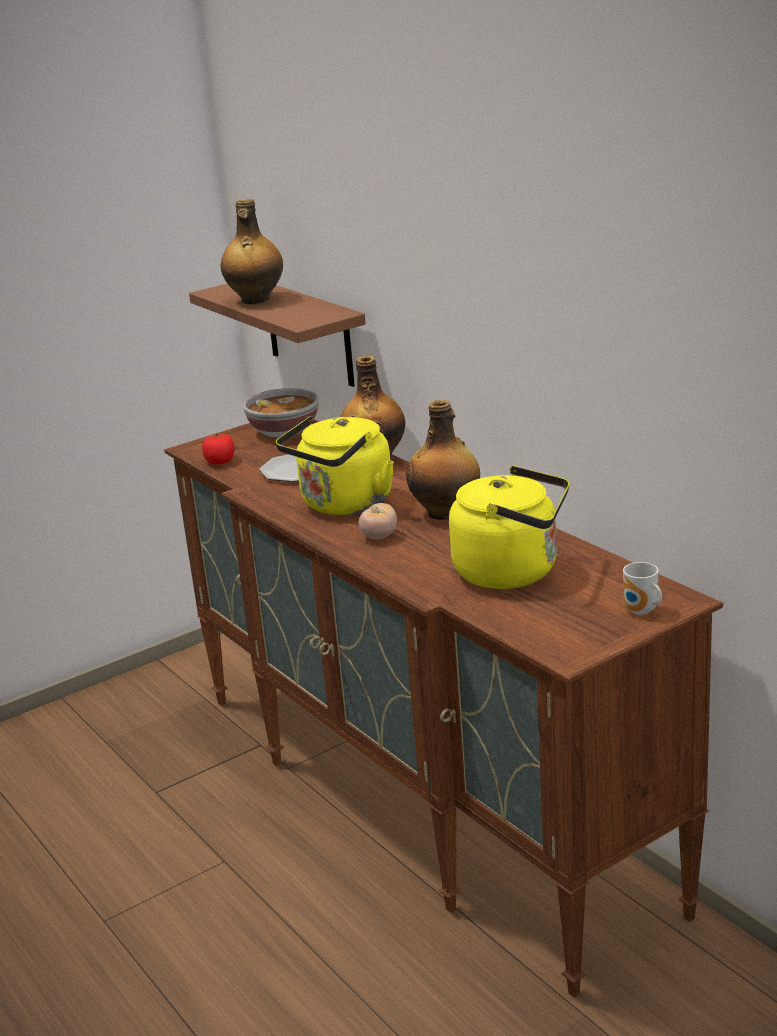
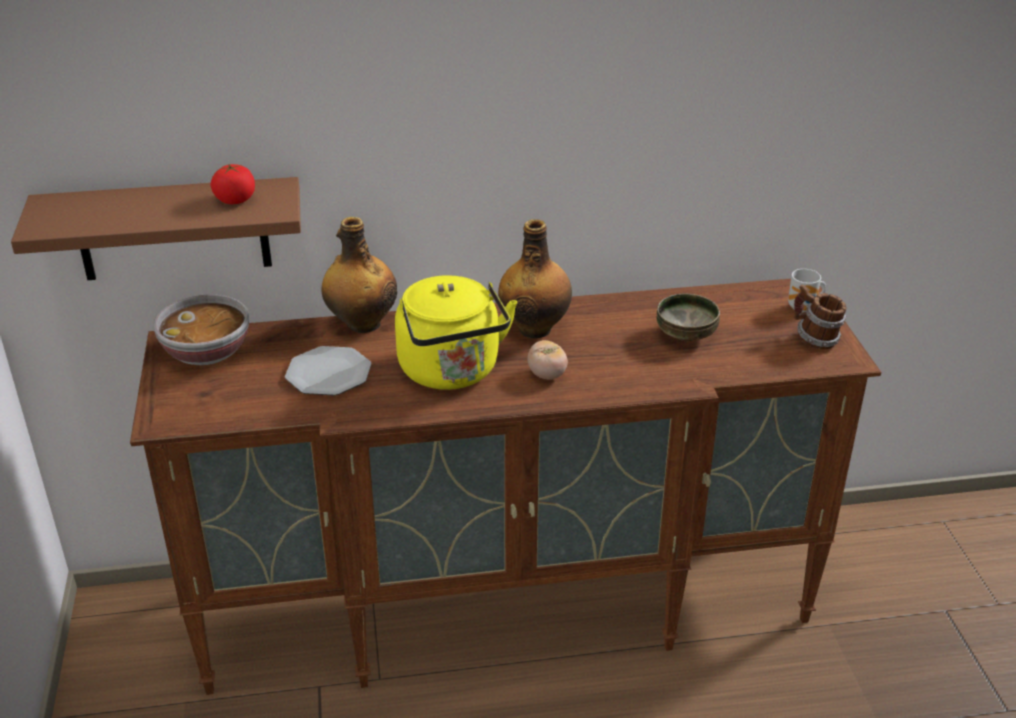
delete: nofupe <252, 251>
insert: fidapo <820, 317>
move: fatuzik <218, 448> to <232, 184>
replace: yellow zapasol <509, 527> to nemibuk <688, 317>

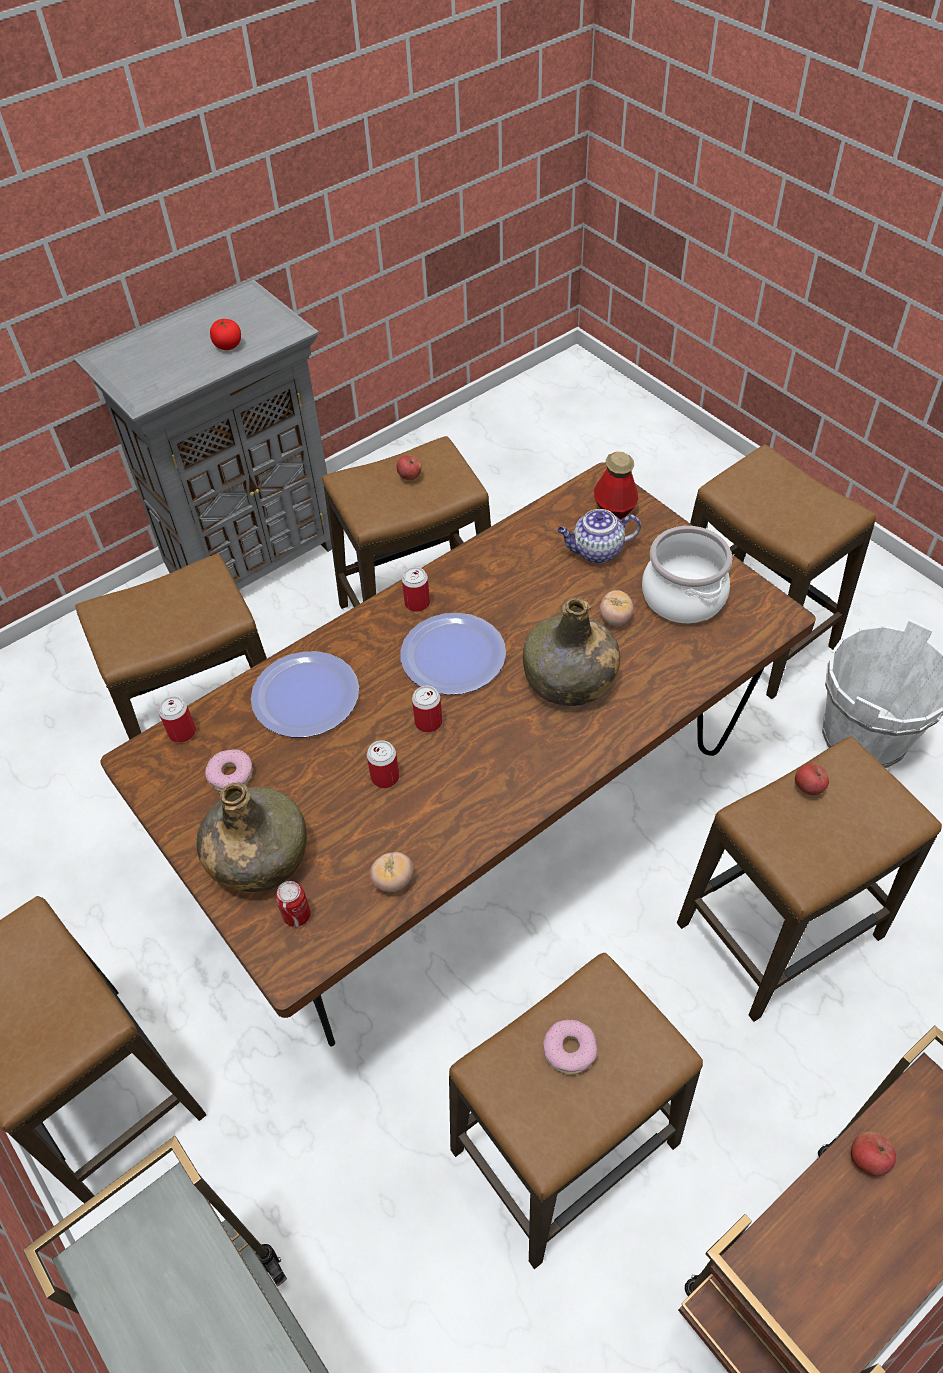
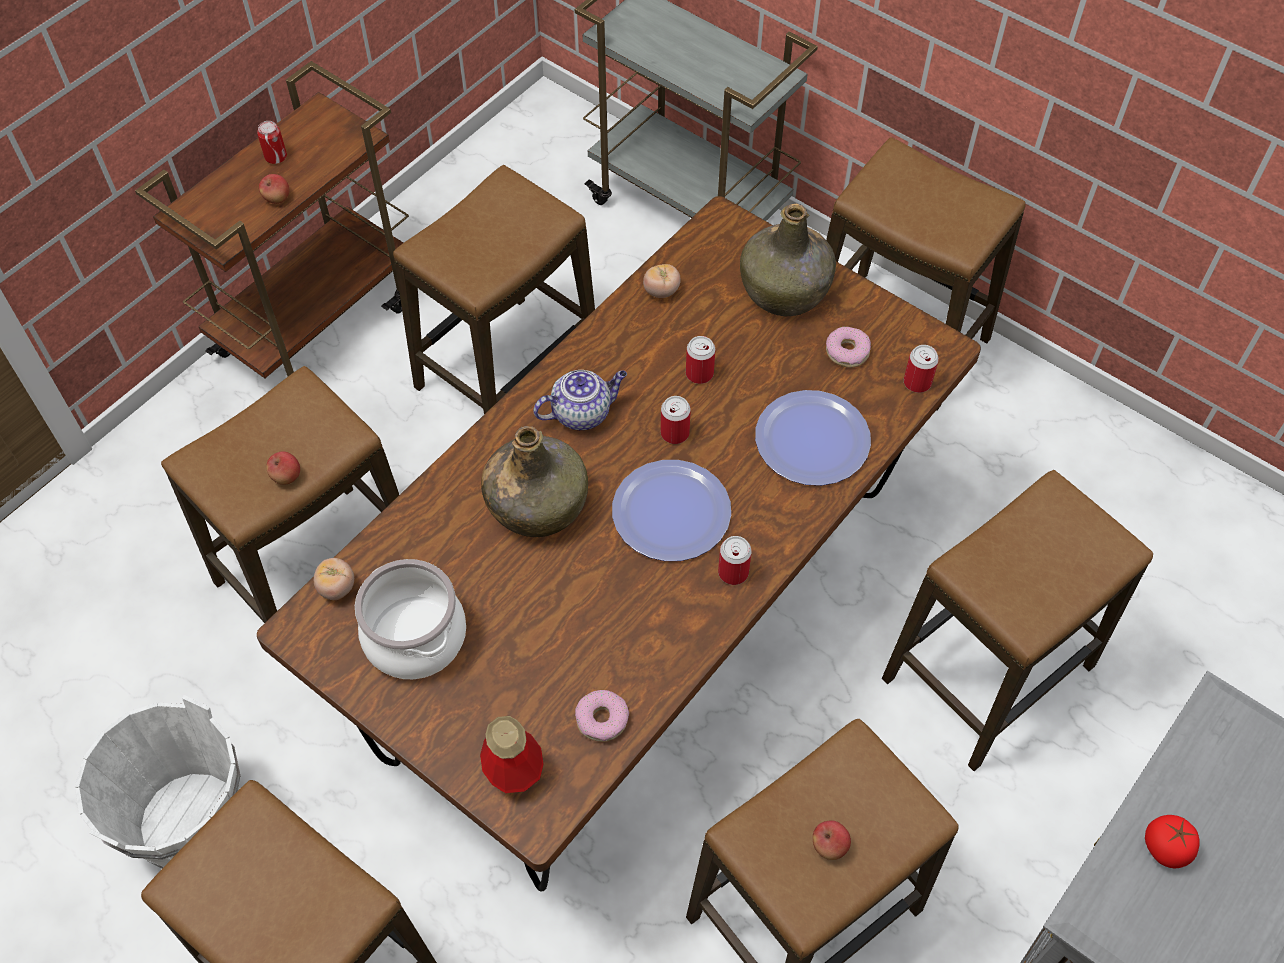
move: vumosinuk <293, 904> to <272, 142>; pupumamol <570, 1047> to <602, 716>; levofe <599, 536> to <580, 400>; fatuzik <617, 608> to <334, 579>

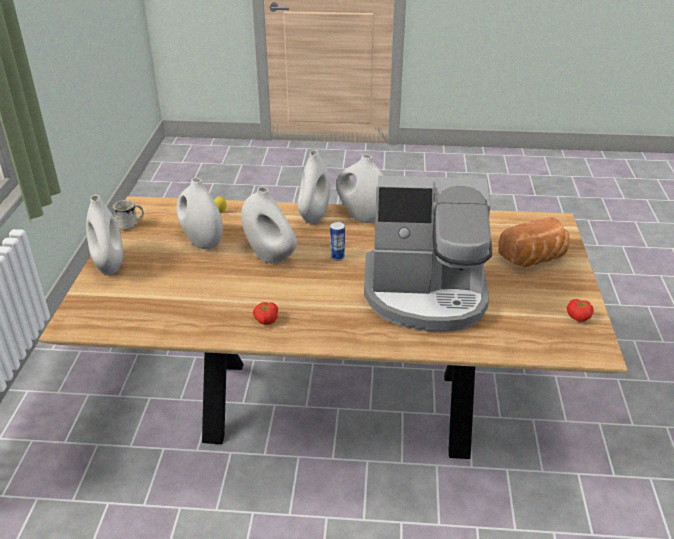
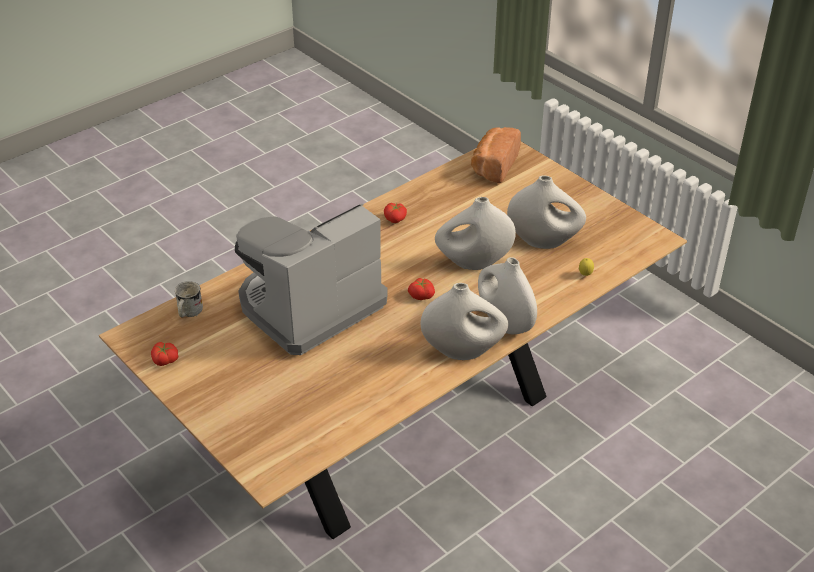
delete: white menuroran <104, 235>
move: white fidapo <128, 215> to <189, 299>; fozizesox <534, 242> to <496, 155>
replace: vumosinuk <337, 241> to fatuzik <421, 289>

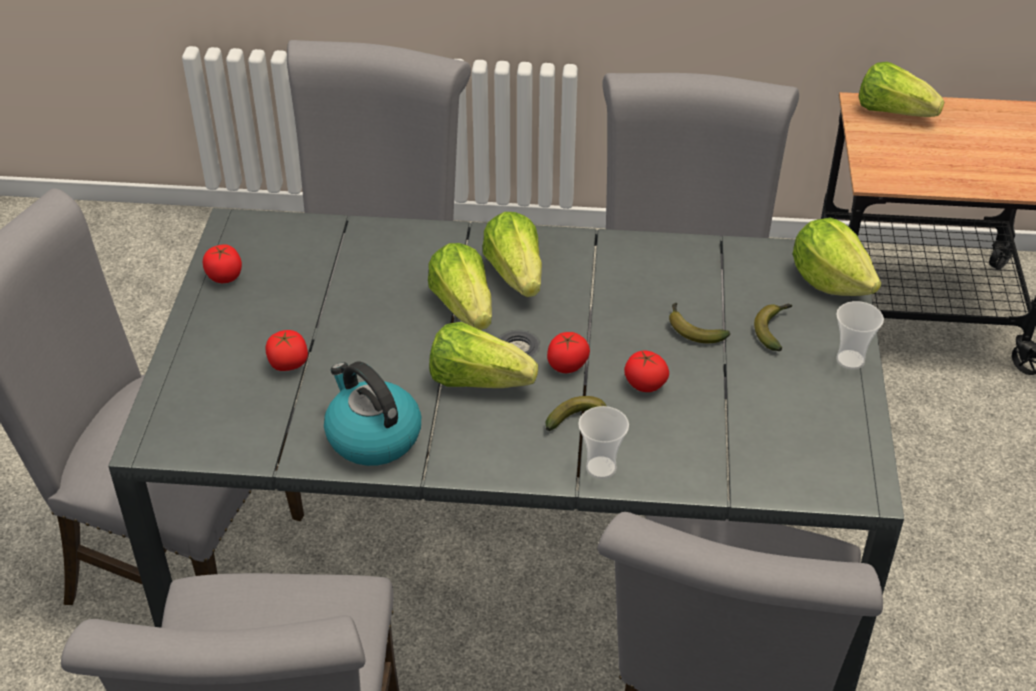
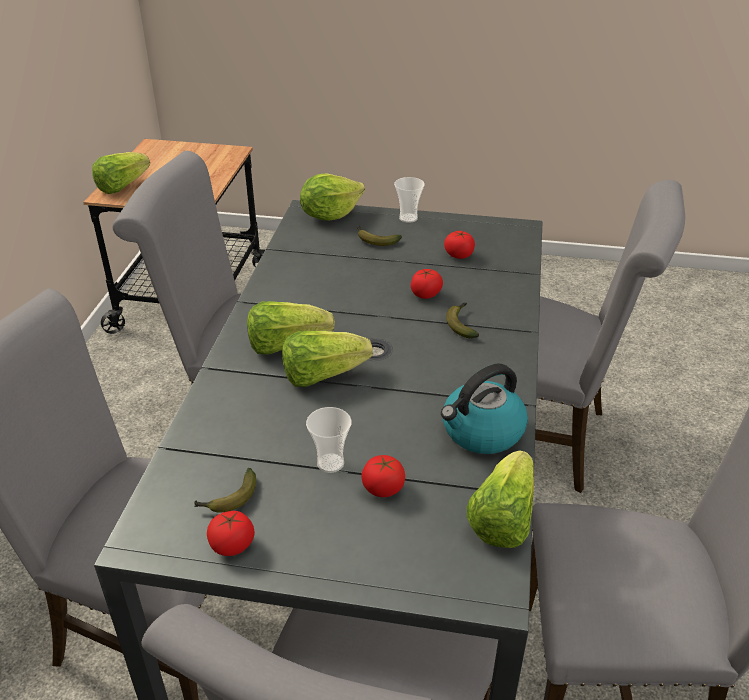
move: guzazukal <483, 355> to <500, 499>; fatuzik <568, 352> to <459, 245>; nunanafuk <603, 442> to <328, 440>; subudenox <699, 322> to <225, 490>

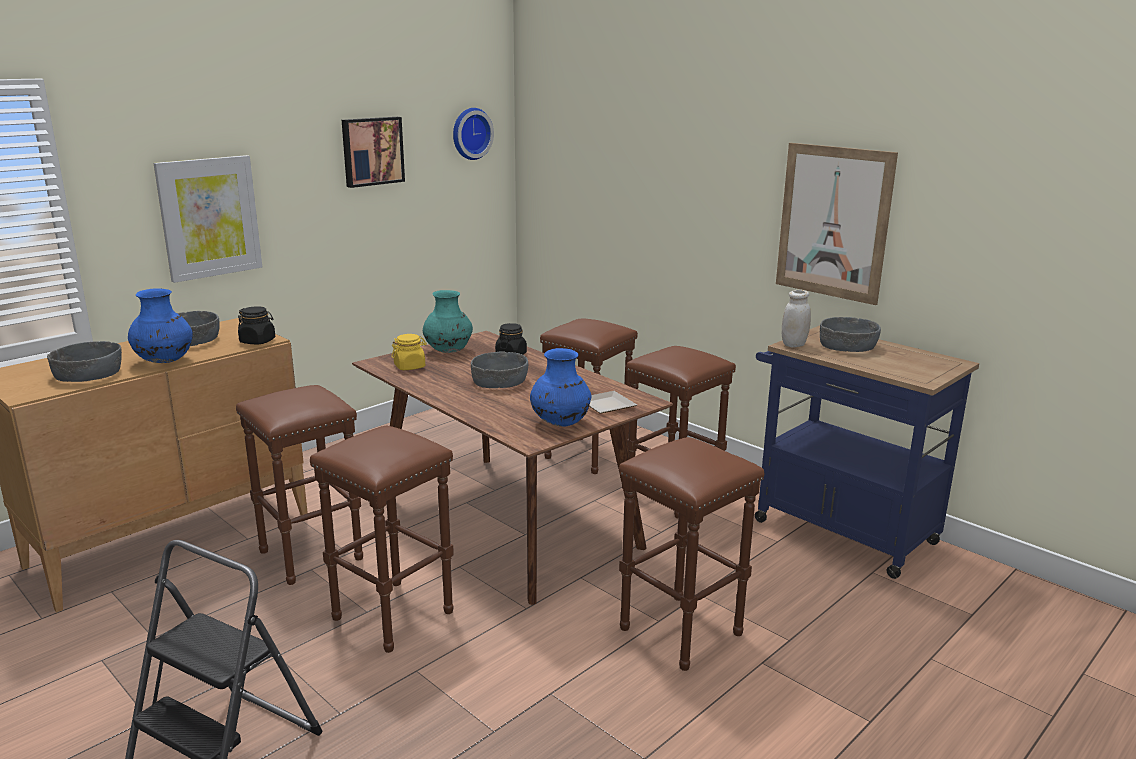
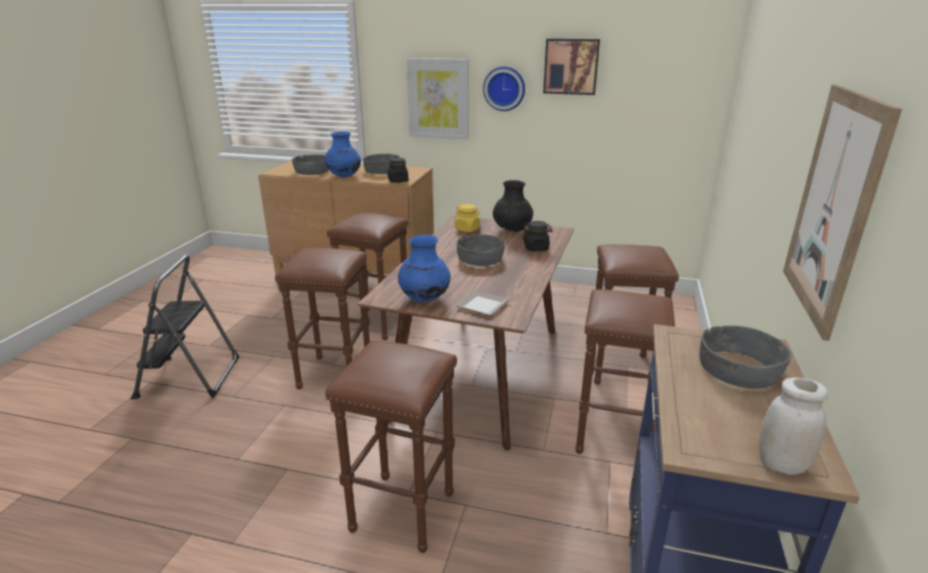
move: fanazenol <473, 134> to <504, 88>; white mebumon <796, 319> to <793, 426>
recolor: turquoise menuroran <448, 321> to black menuroran <513, 206>

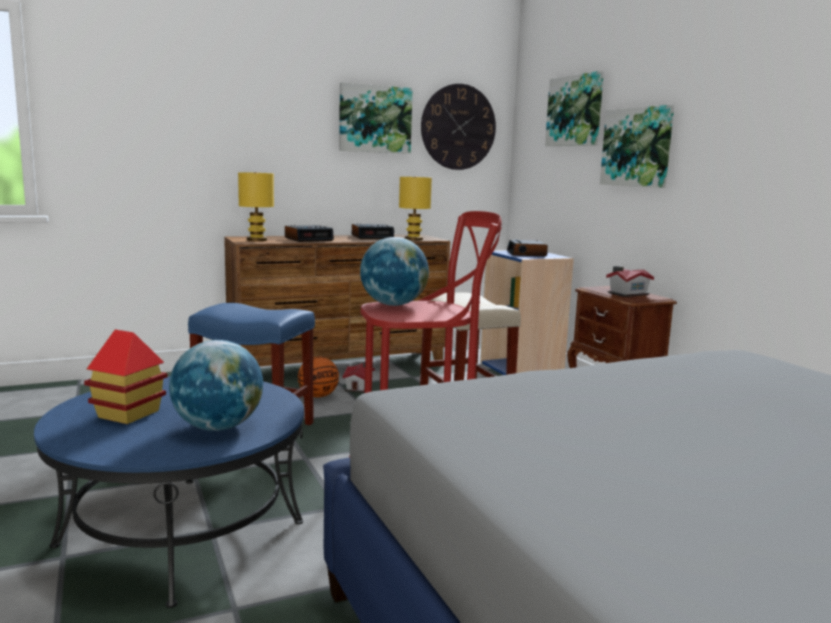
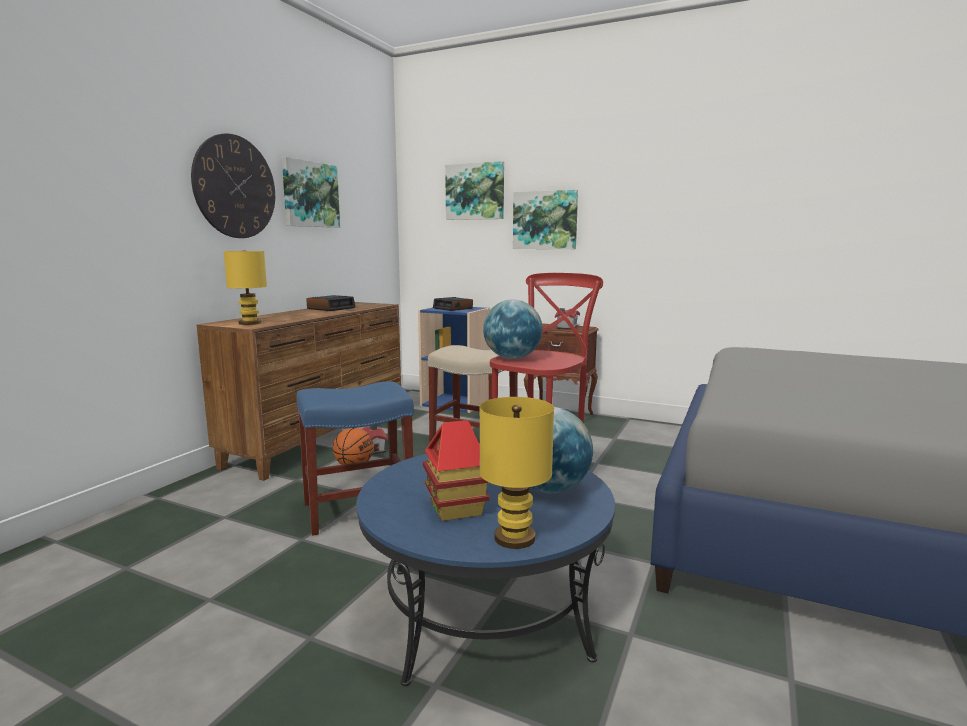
delete: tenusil <309, 233>
move: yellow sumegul <415, 208> to <516, 473>; fanazenol <458, 127> to <233, 185>

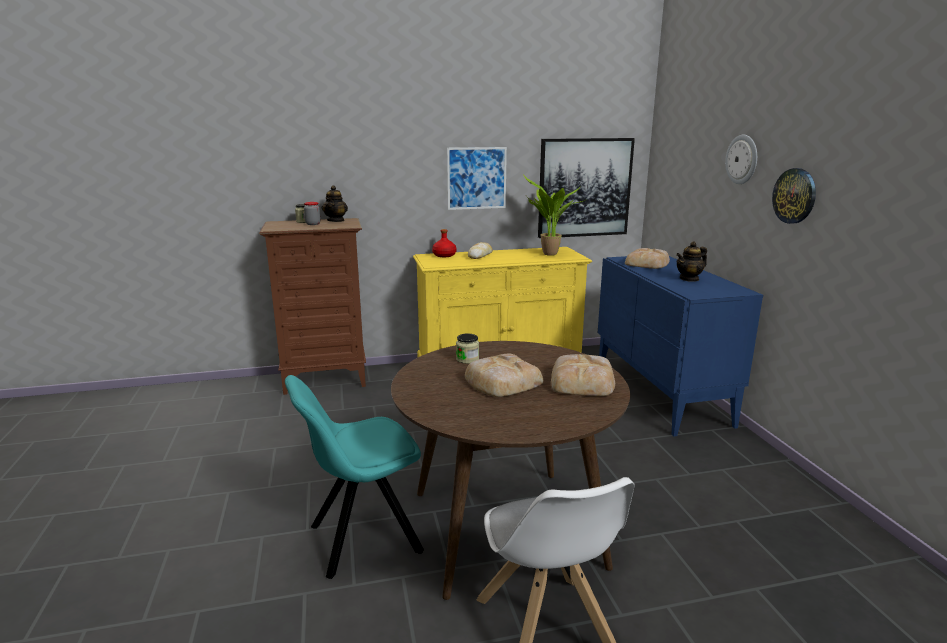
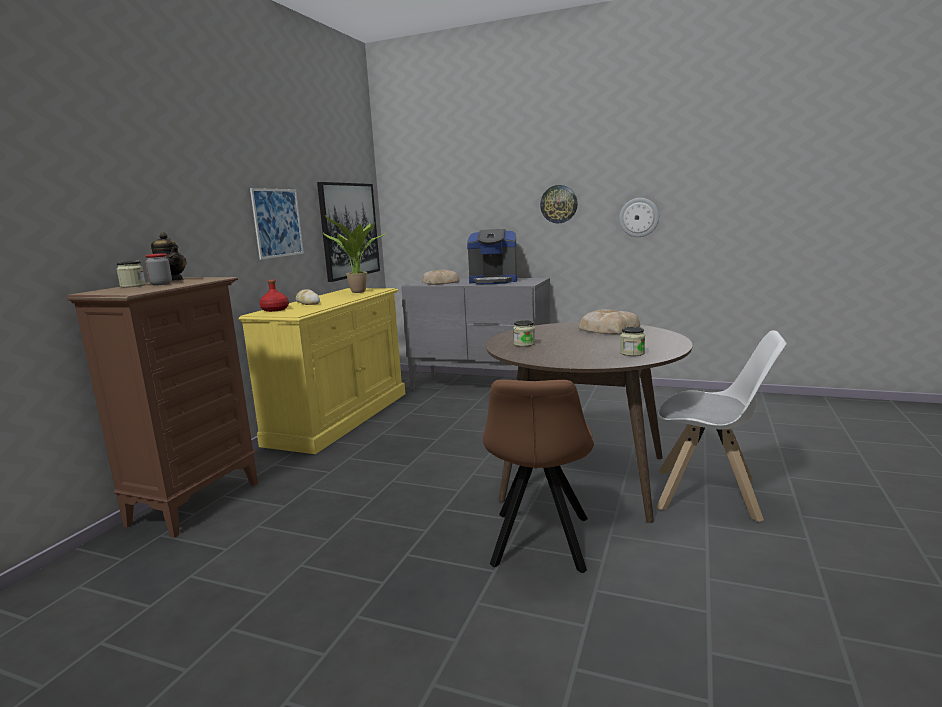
delete: fozizesox <504, 375>
insert: mebumon <632, 341>
move: fanazenol <741, 159> to <639, 217>
replace: levofe <691, 261> to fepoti <492, 257>
recolor: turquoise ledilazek <354, 477> to brown ledilazek <538, 476>; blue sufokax <680, 346> to grey sufokax <476, 333>

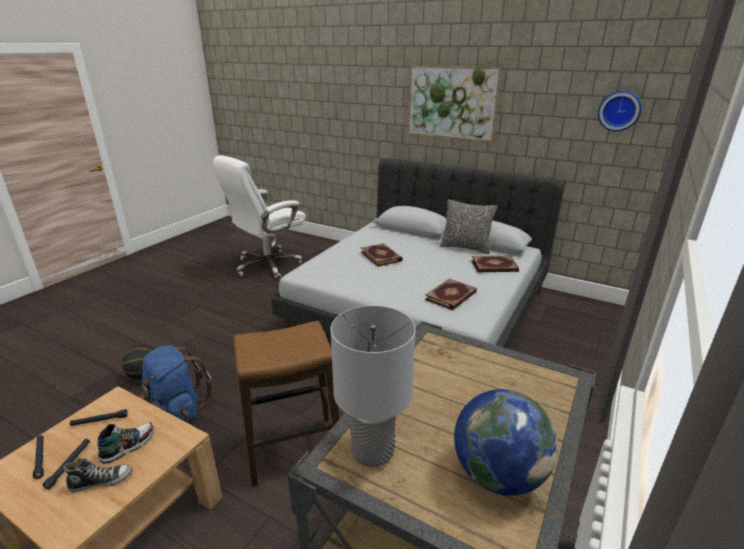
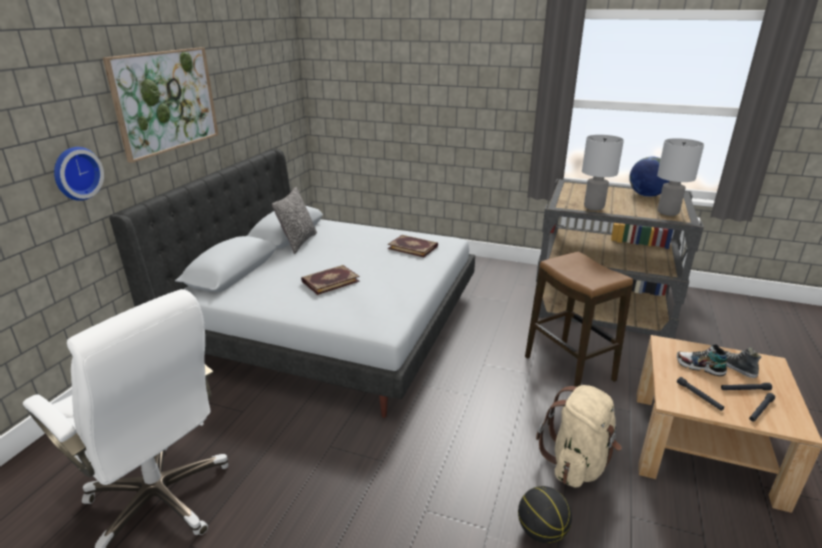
delete: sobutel <495, 264>
insert: grey sumegul <603, 173>
move: fanazenol <620, 111> to <79, 174>
recolor: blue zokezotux <175, 384> to beige zokezotux <579, 436>

